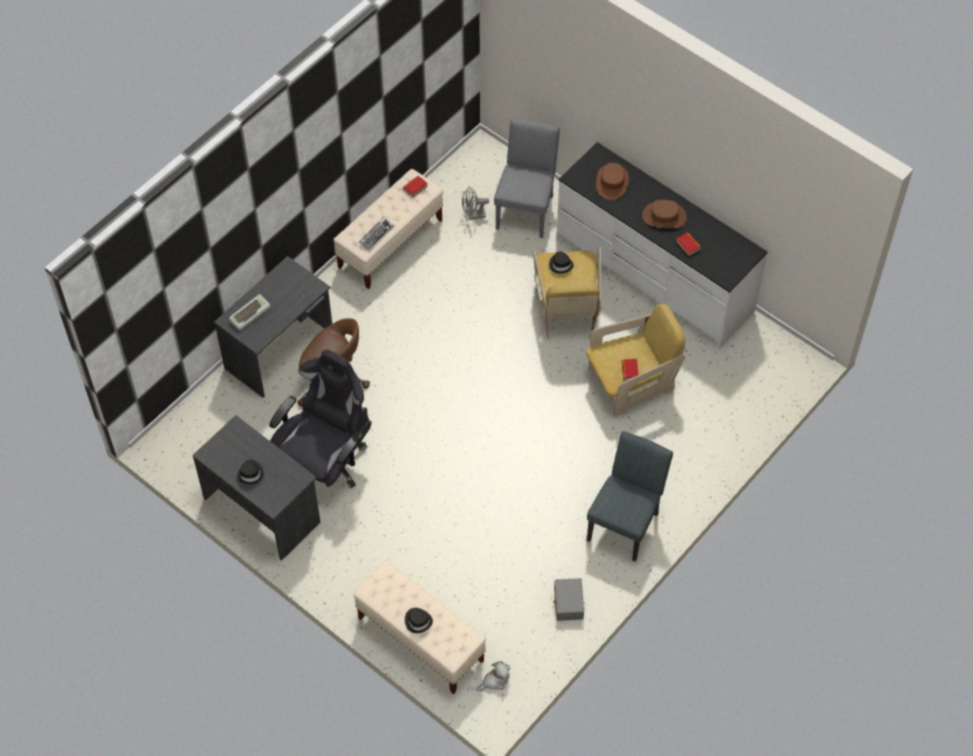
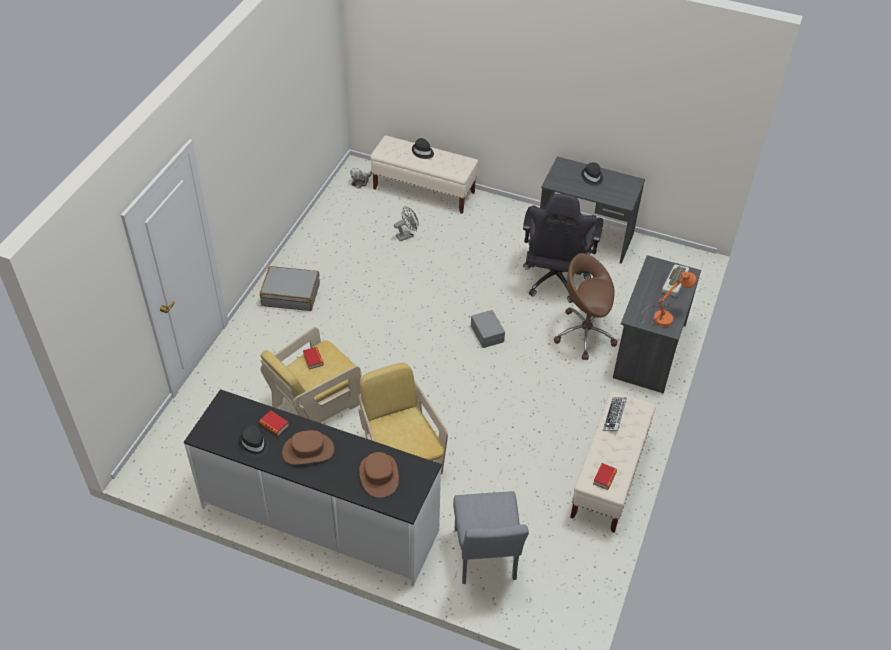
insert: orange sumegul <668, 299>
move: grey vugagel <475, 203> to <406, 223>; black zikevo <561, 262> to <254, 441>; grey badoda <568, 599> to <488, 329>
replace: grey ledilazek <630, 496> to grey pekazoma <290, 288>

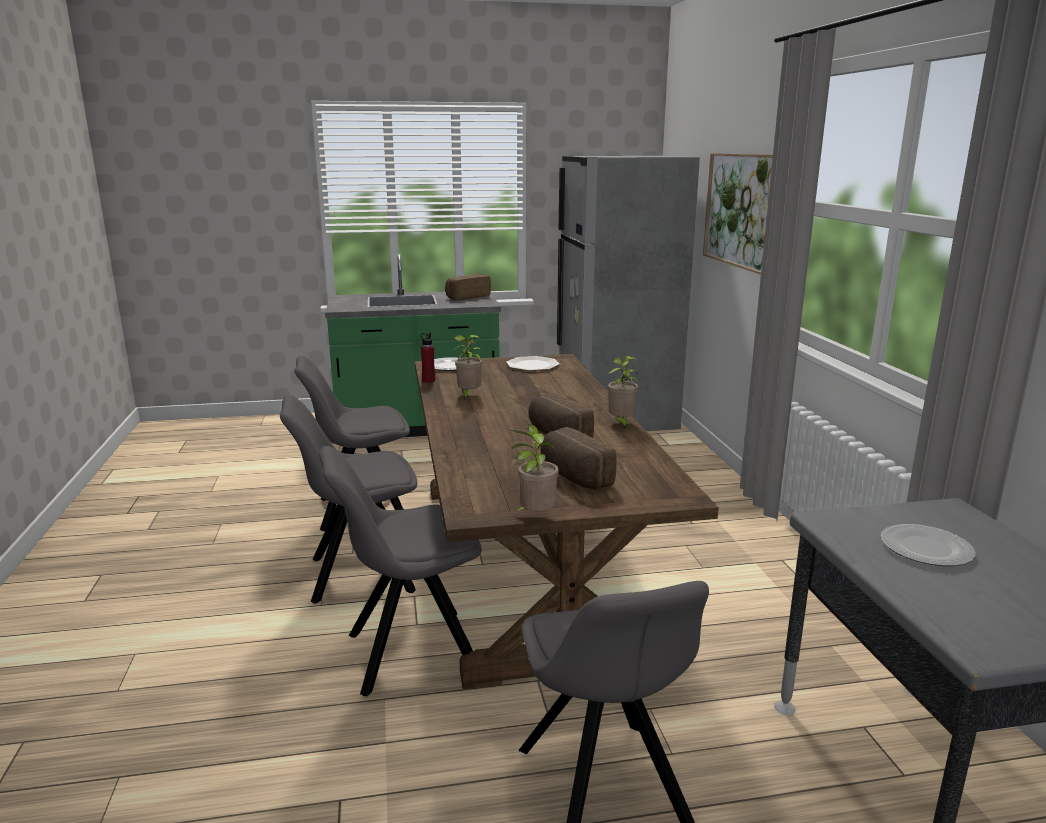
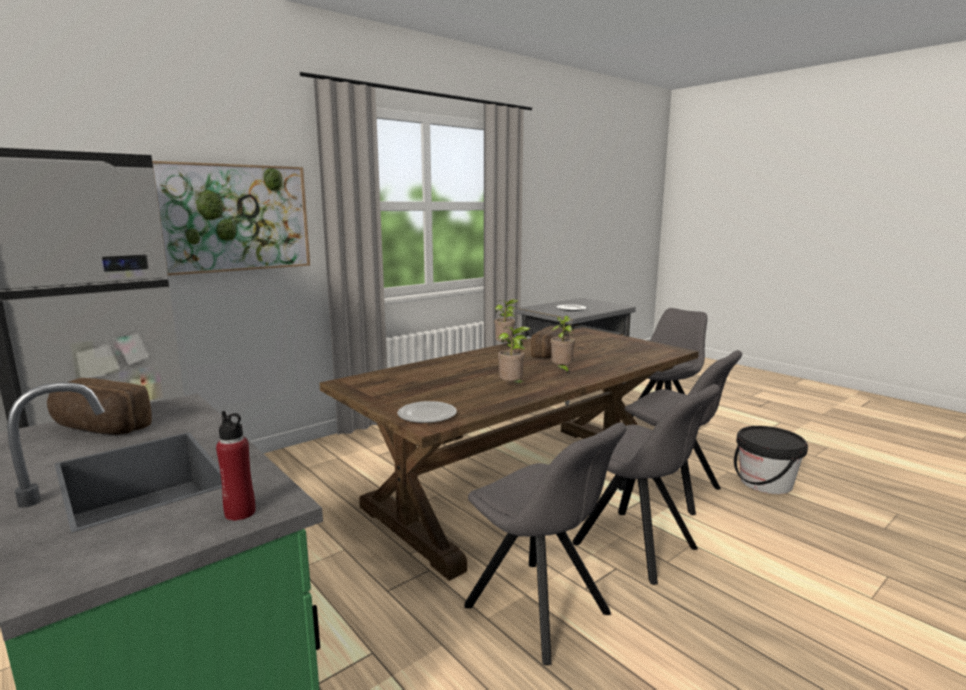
delete: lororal <532, 363>; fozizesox <579, 458>
insert: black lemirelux <771, 460>
move: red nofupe <427, 358> to <236, 466>; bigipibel <534, 469> to <563, 345>

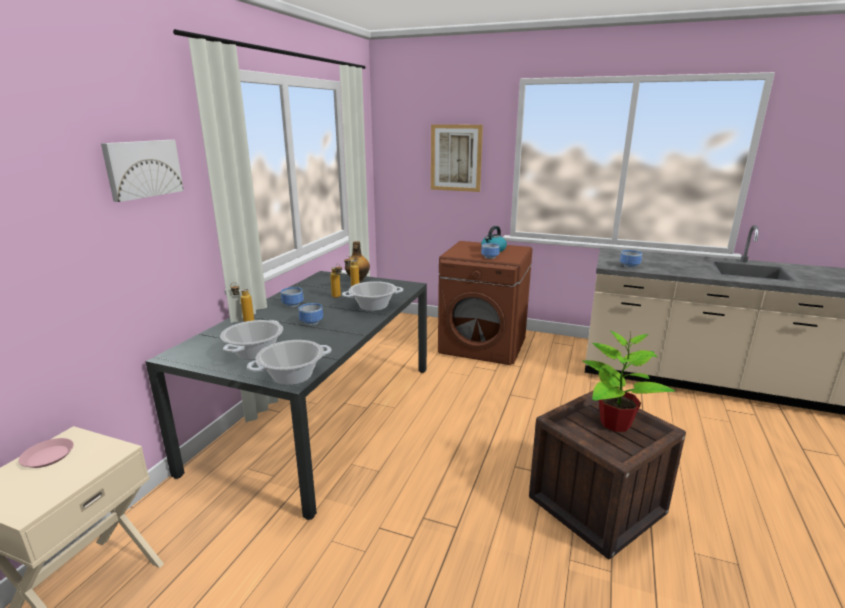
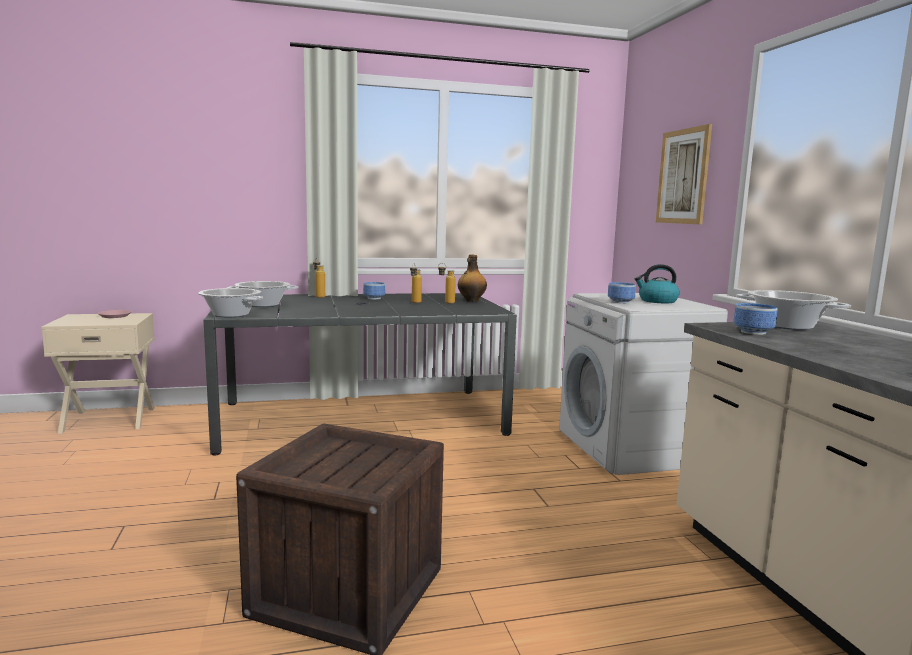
delete: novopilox <142, 171>; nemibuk <310, 314>; bigipibel <628, 381>
move: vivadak <372, 296> to <794, 310>
recolor: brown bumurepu <485, 303> to white bumurepu <643, 384>

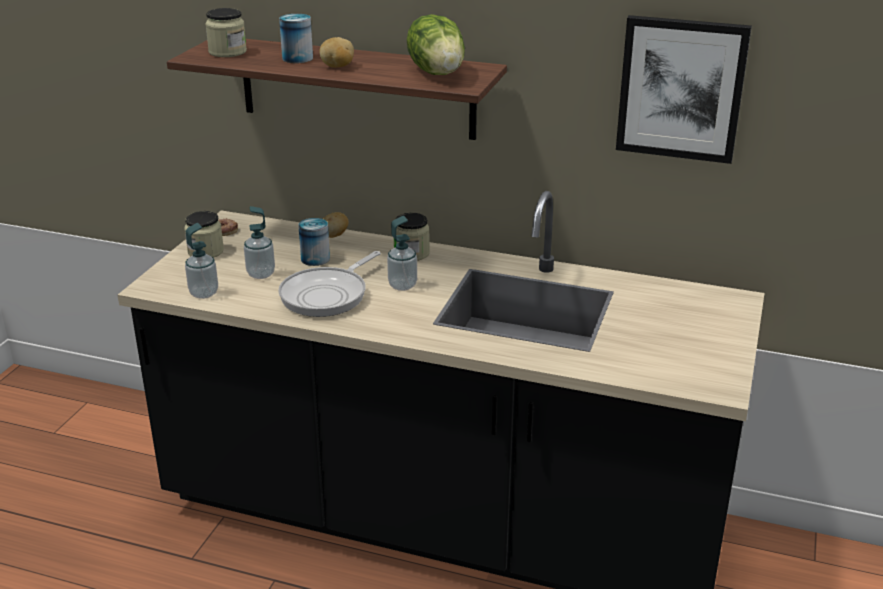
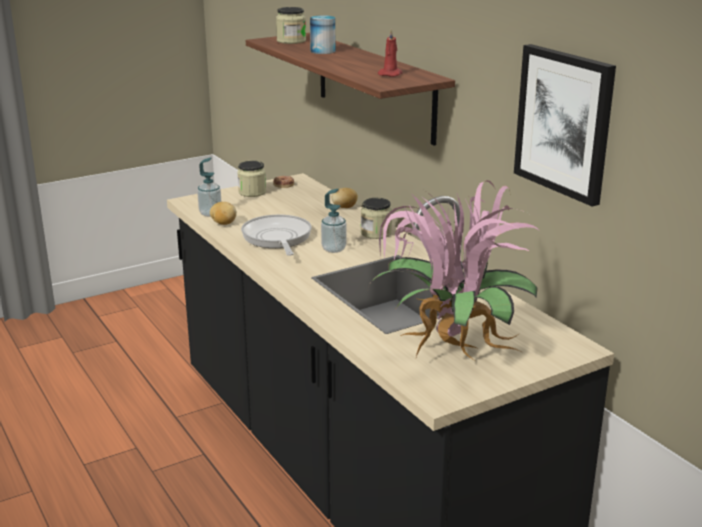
delete: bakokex <259, 242>; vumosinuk <314, 242>
insert: bigipibel <453, 270>
move: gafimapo <336, 52> to <223, 213>
replace: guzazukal <436, 44> to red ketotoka <390, 52>
rotate: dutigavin <329, 284> = <276, 235> 90 degrees clockwise

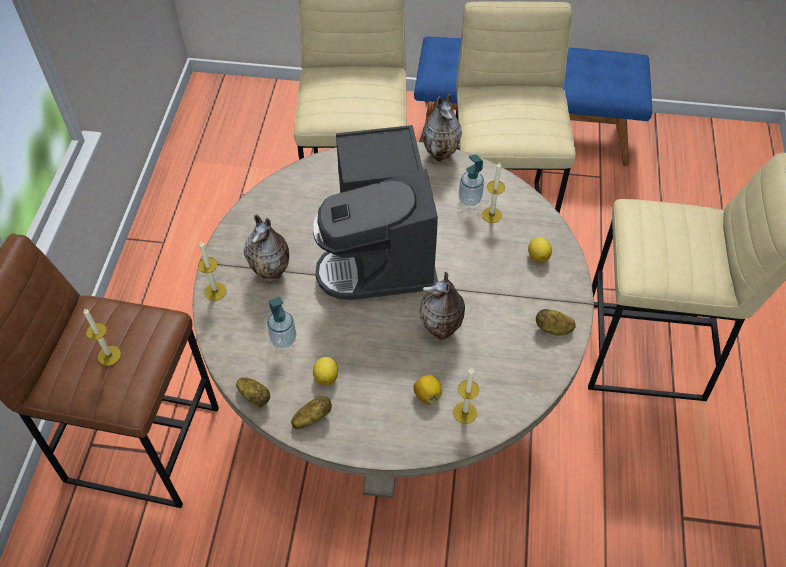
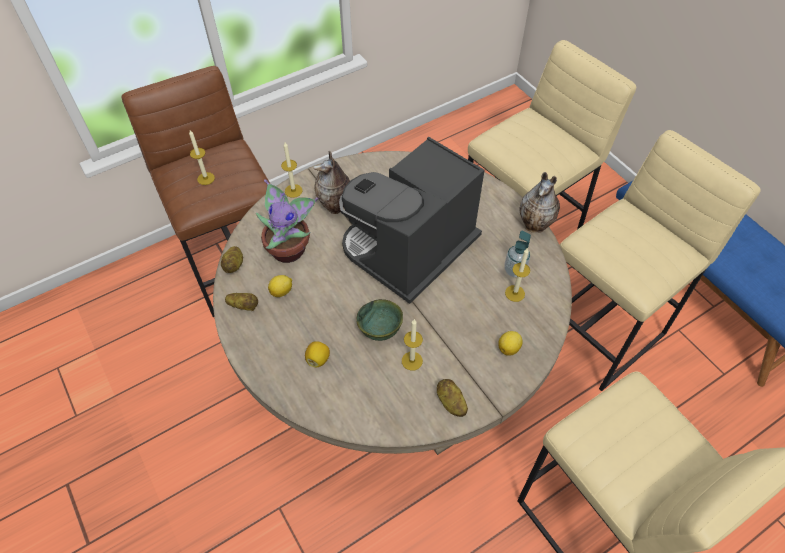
move: ketotoka <466, 396> to <412, 345>
replace: bakokex <281, 322> to bigipibel <287, 221>; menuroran <442, 306> to green nemibuk <379, 320>

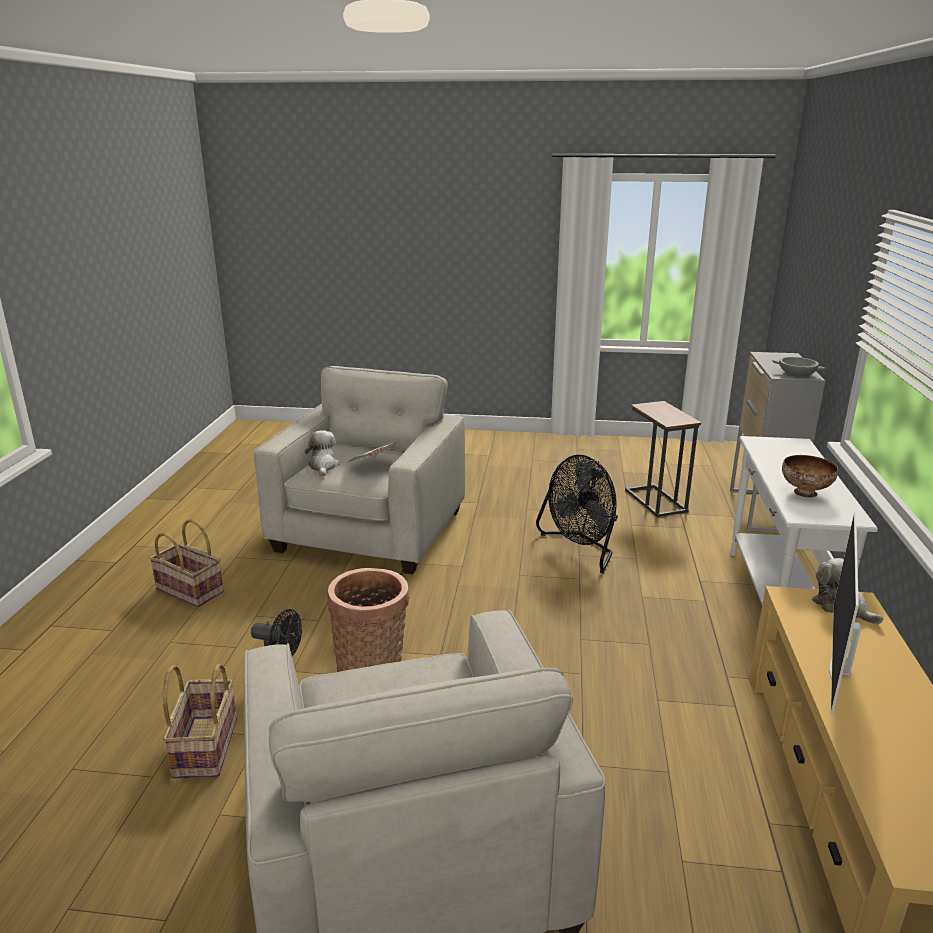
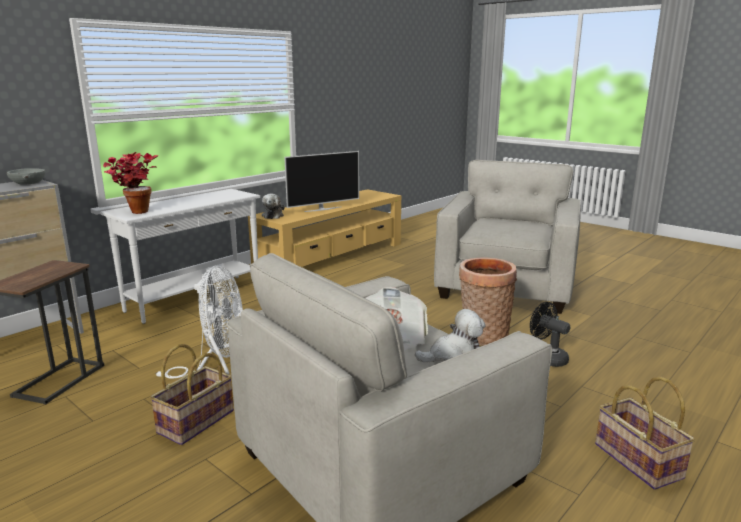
delete: nemibuk <810, 476>
insert: bigipibel <131, 183>
move: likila <200, 720> to <192, 394>
recolor: black vugagel <577, 514> to white vugagel <199, 322>
rotate: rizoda <322, 454> = <450, 335> 135 degrees counterclockwise

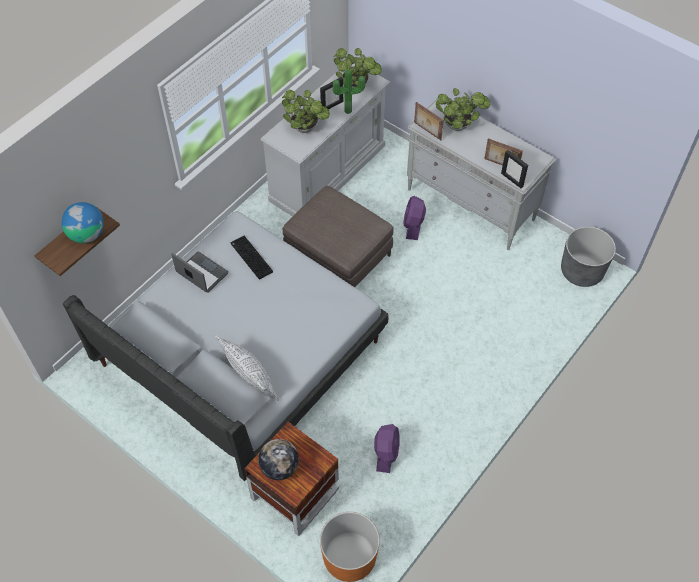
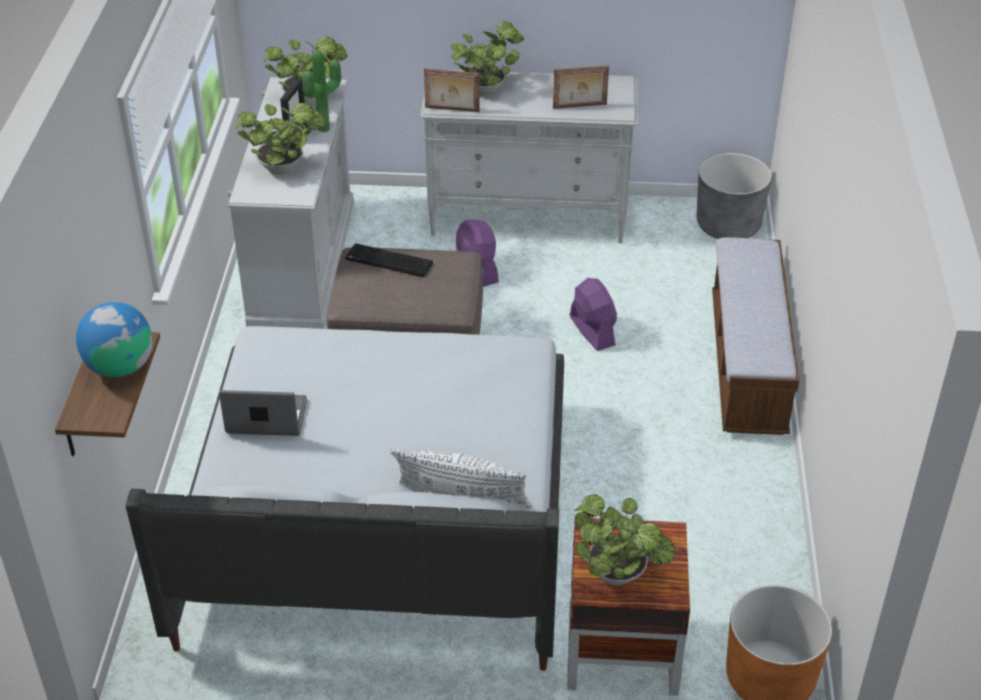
delete: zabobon <514, 169>
insert: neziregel <755, 336>
move: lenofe <252, 258> to <389, 260>; purple vugagel <387, 448> to <593, 314>
replace: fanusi <278, 459> to bigipibel <625, 539>

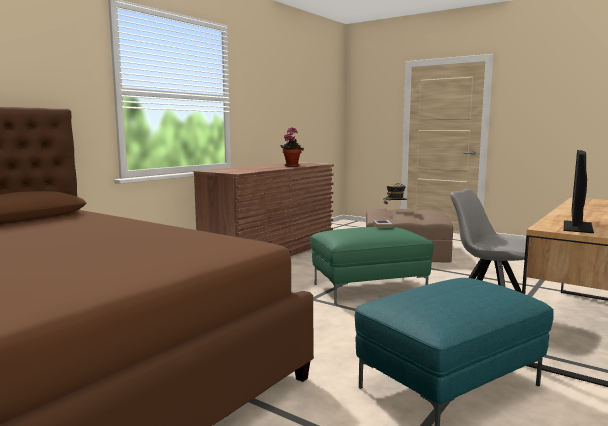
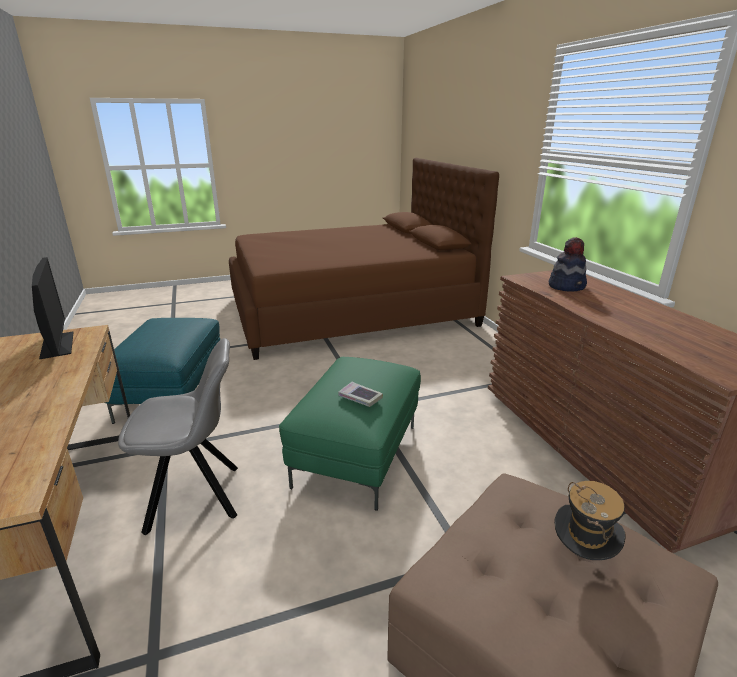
delete: bigipibel <292, 147>
insert: zikevo <568, 264>

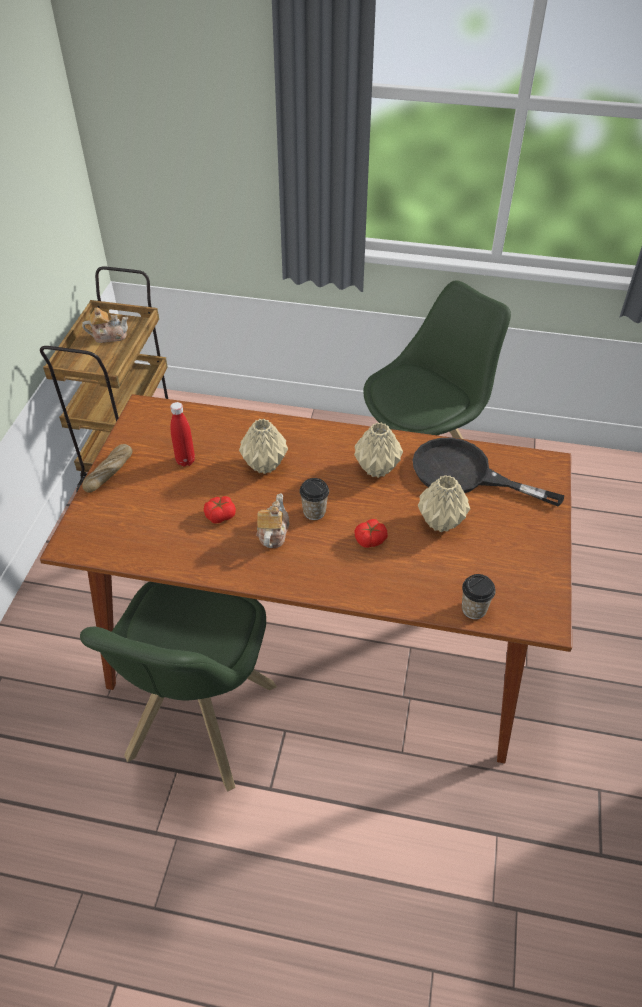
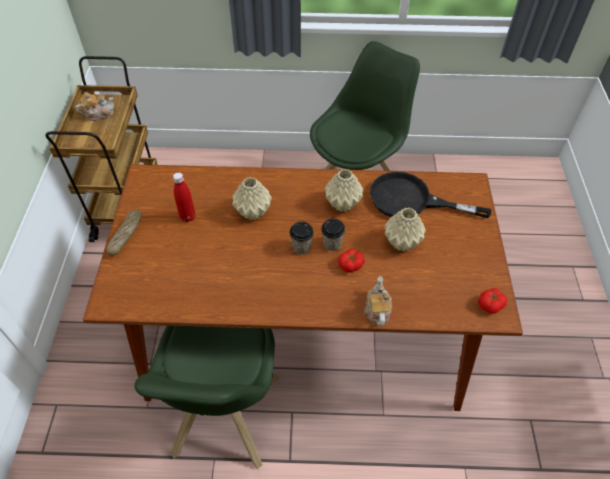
move: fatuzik <220, 510> to <492, 301>; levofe <272, 520> to <378, 301>; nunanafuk <479, 596> to <333, 234>

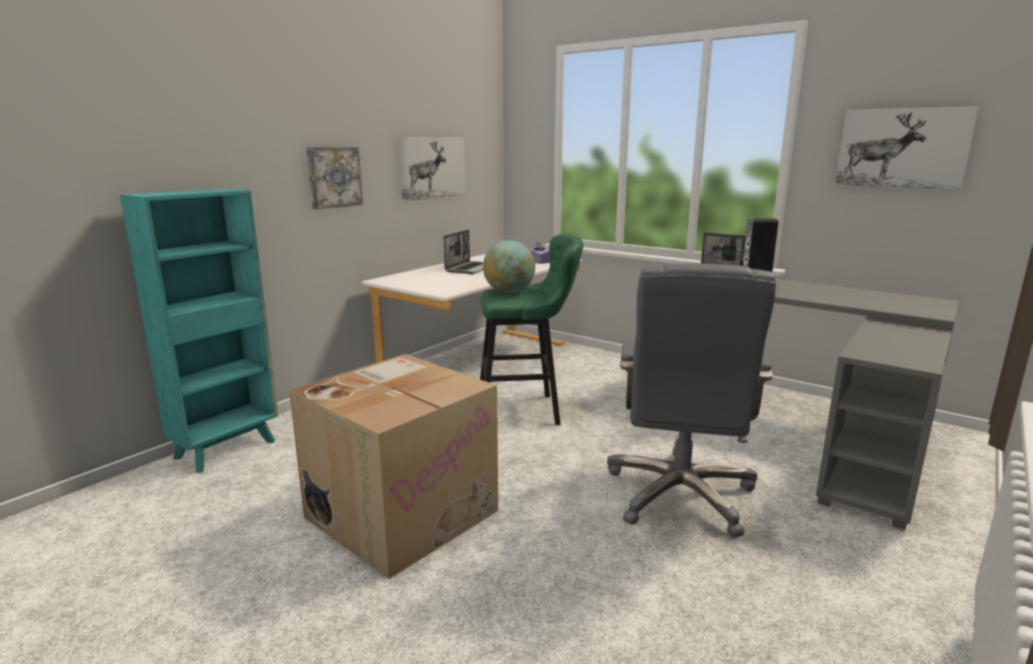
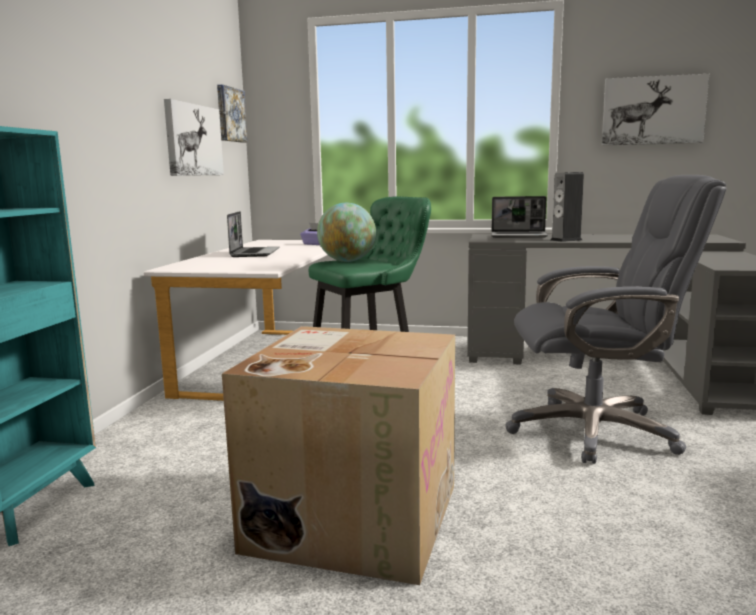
move: novopilox <334, 178> to <232, 114>
rotate: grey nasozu <691, 400> = <615, 319> 75 degrees counterclockwise

